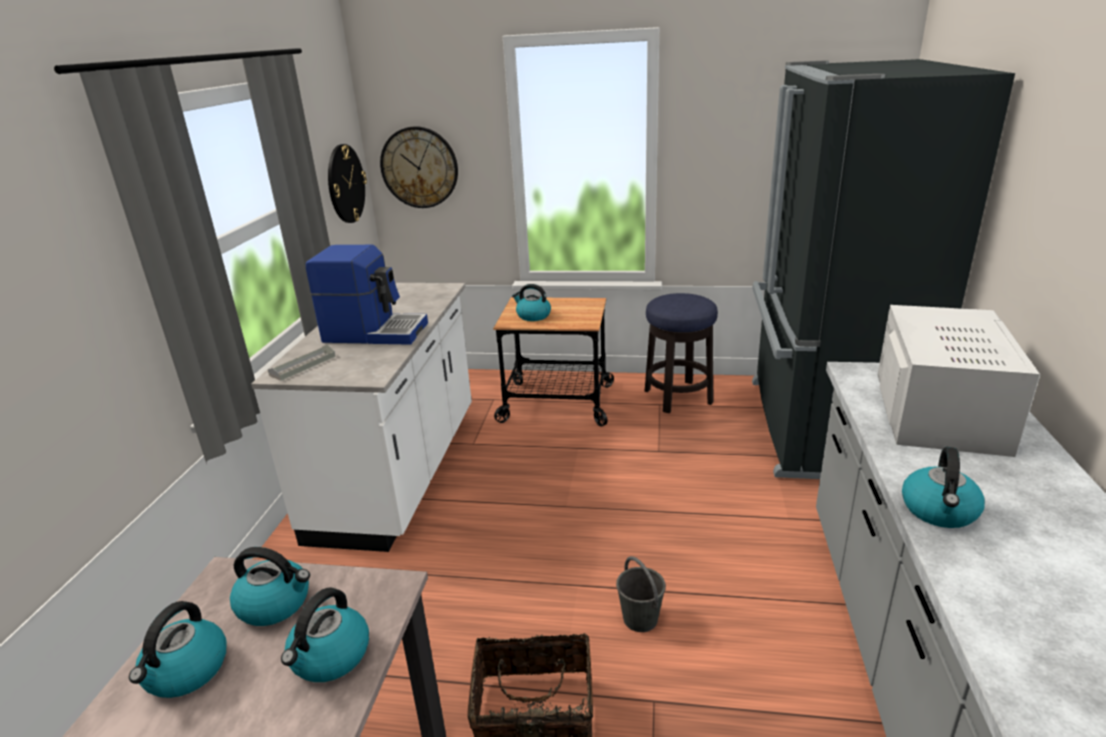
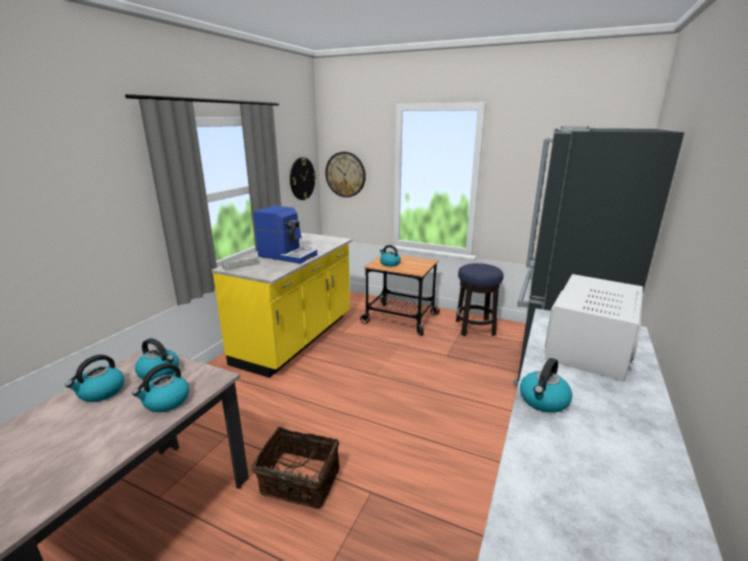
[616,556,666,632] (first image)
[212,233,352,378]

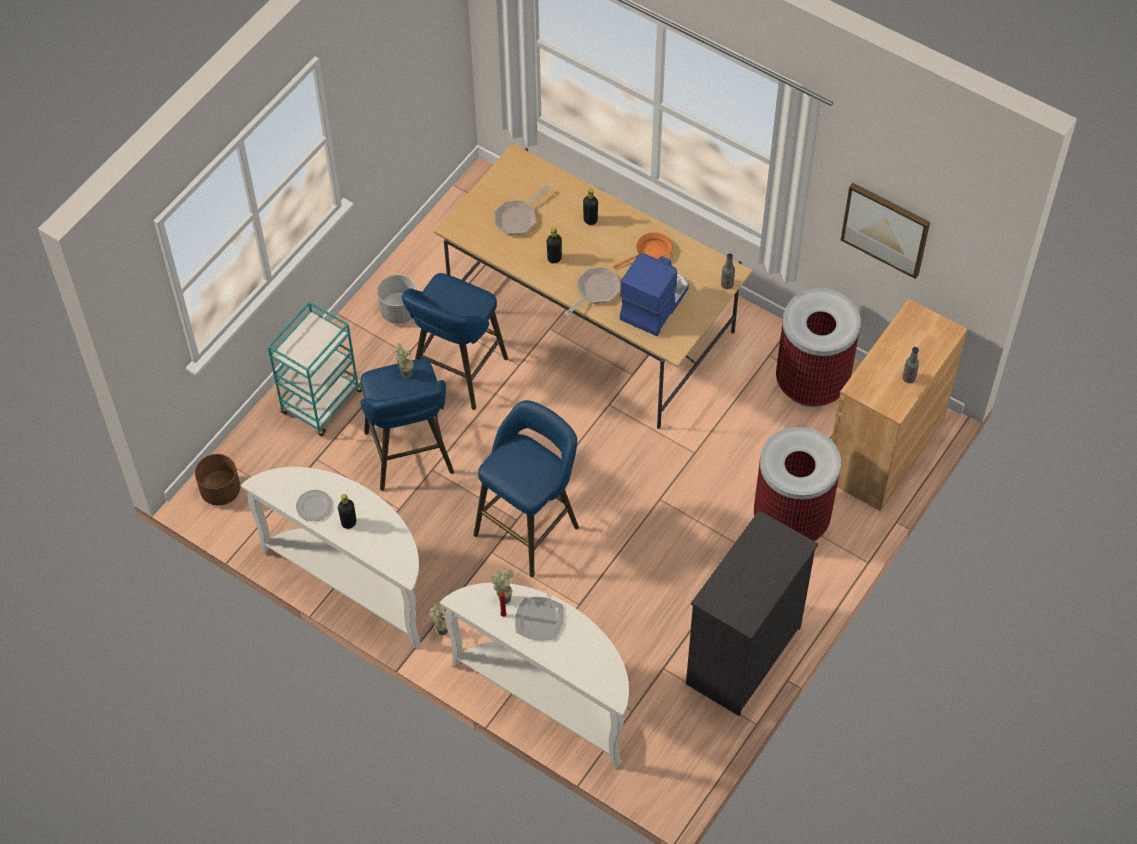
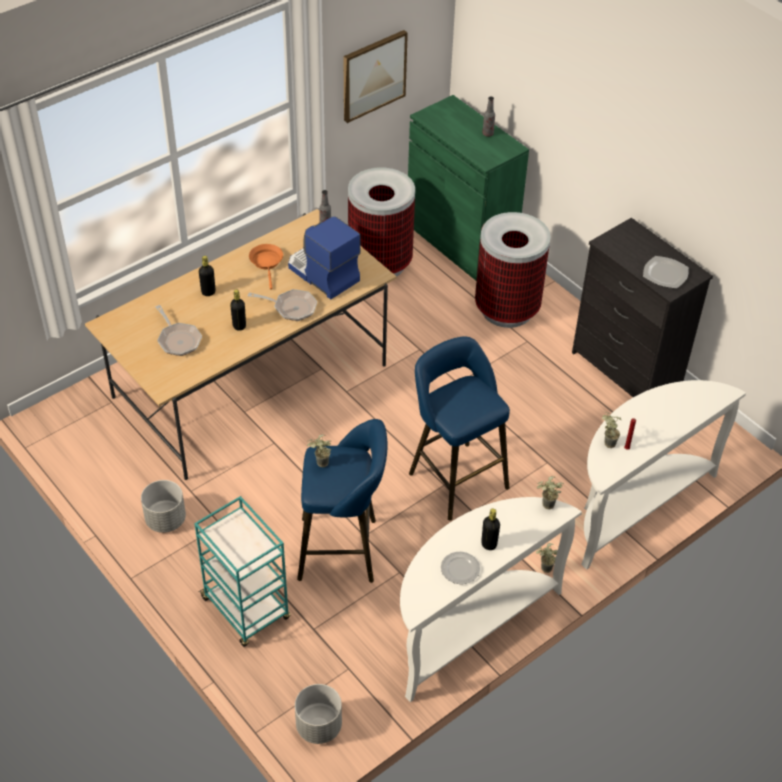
[402,273,508,410] (first image)
[537,476,564,509]
[643,256,689,289]
[295,684,342,744]
[408,95,529,281]
[248,289,318,321]

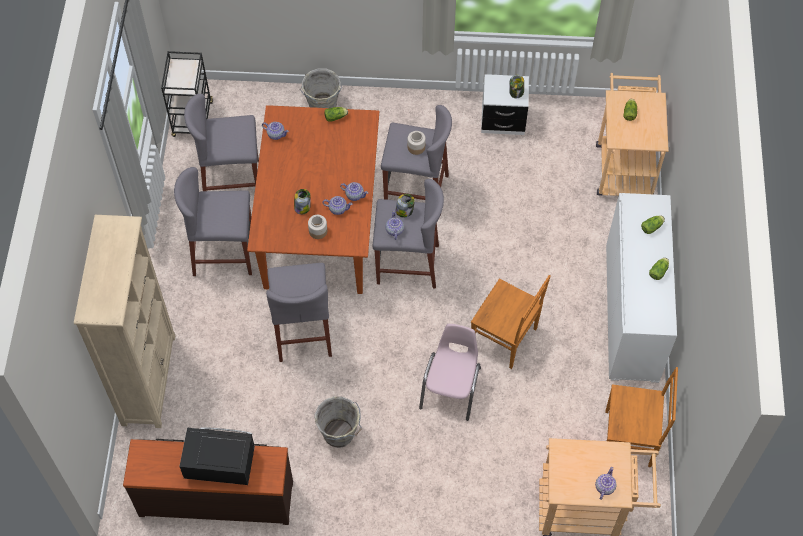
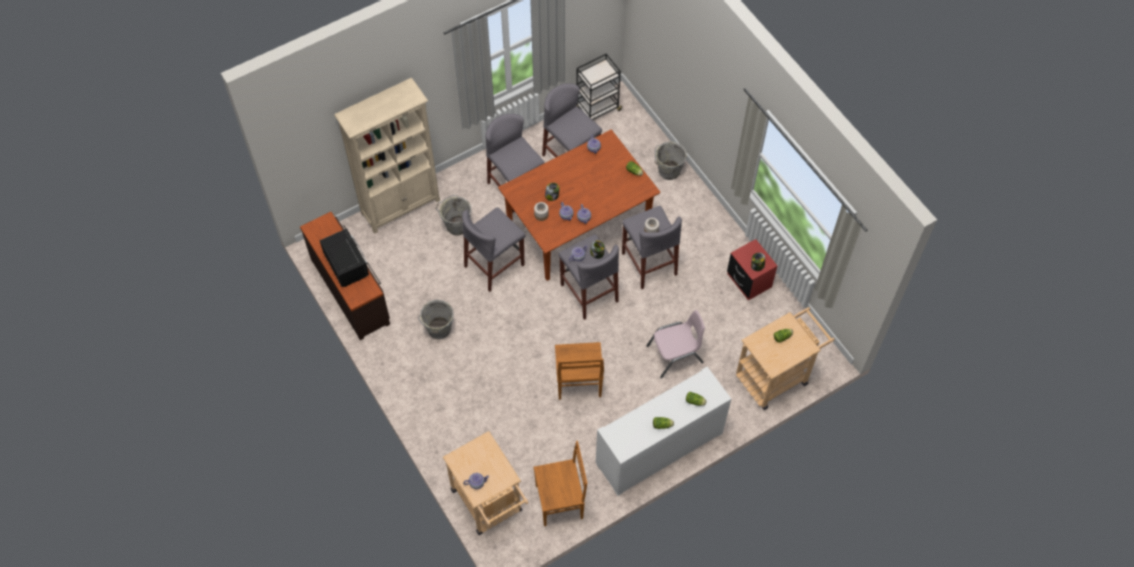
[436,195,471,235]
[646,310,705,378]
[727,239,777,300]
[533,441,587,526]

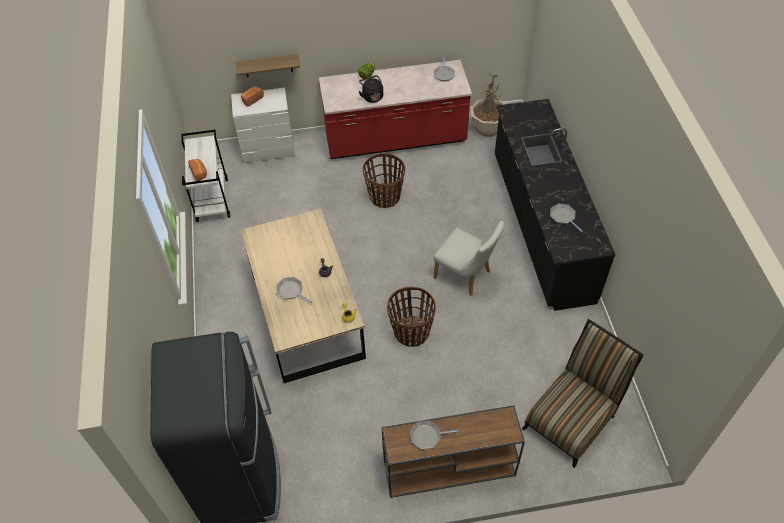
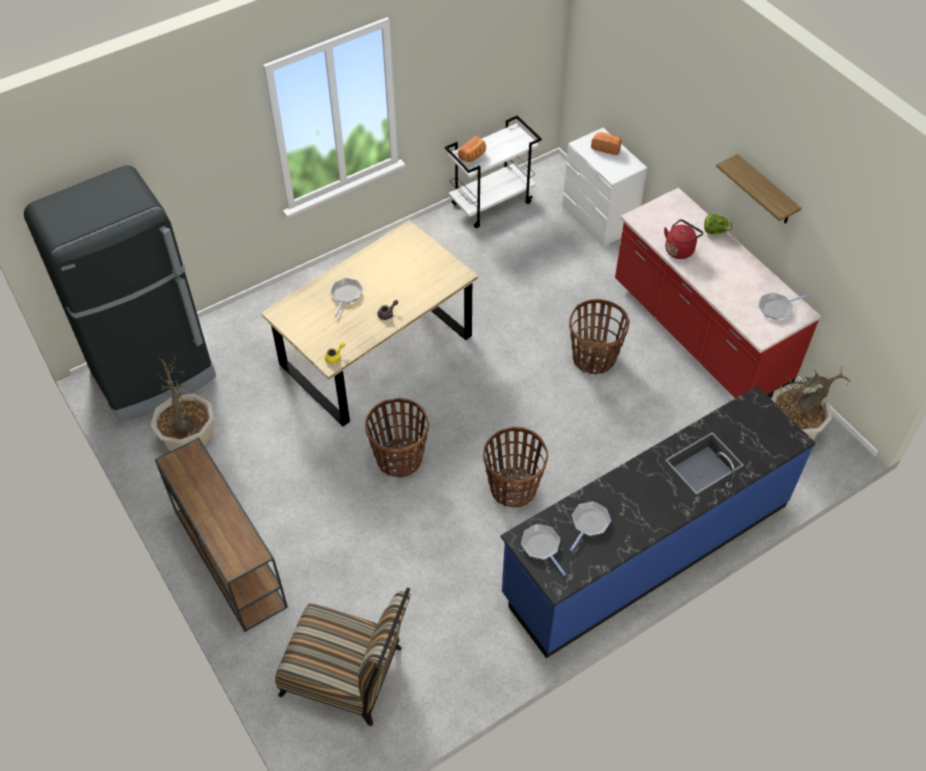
[150,353,214,452]
[716,154,801,224]
[521,524,566,575]
[483,427,548,507]
[664,219,704,259]
[501,386,815,658]

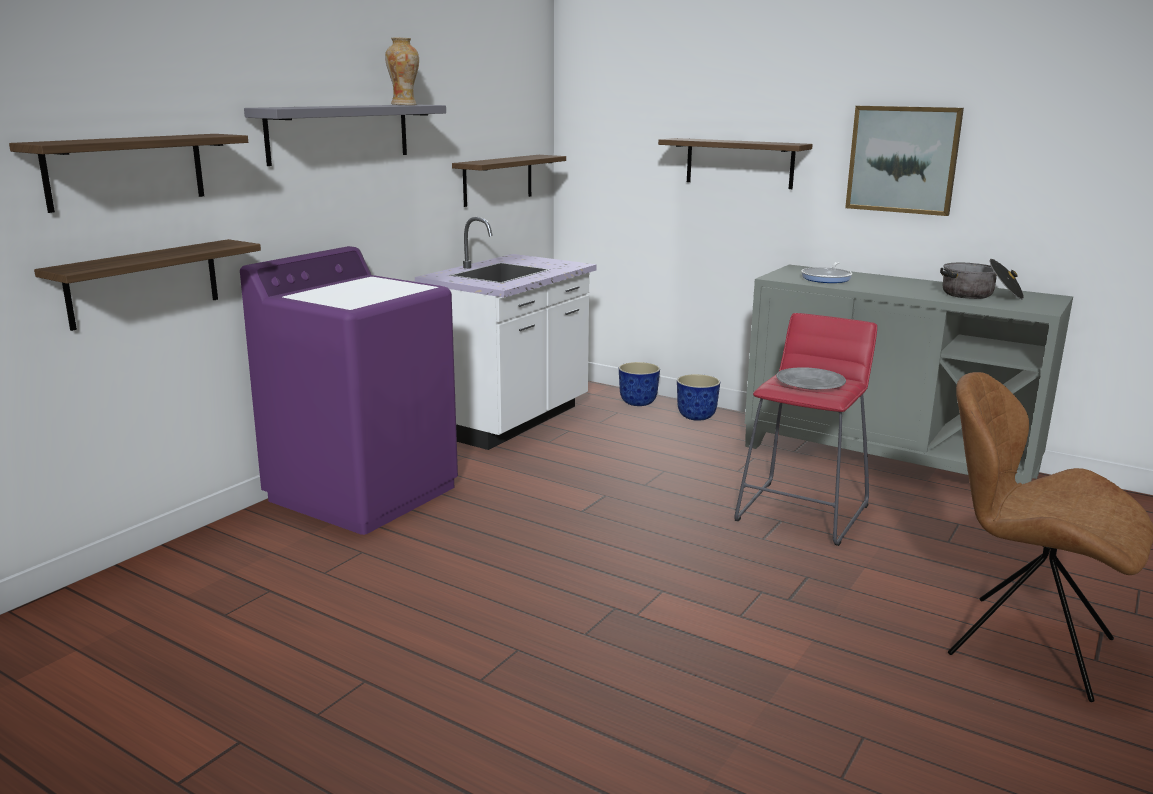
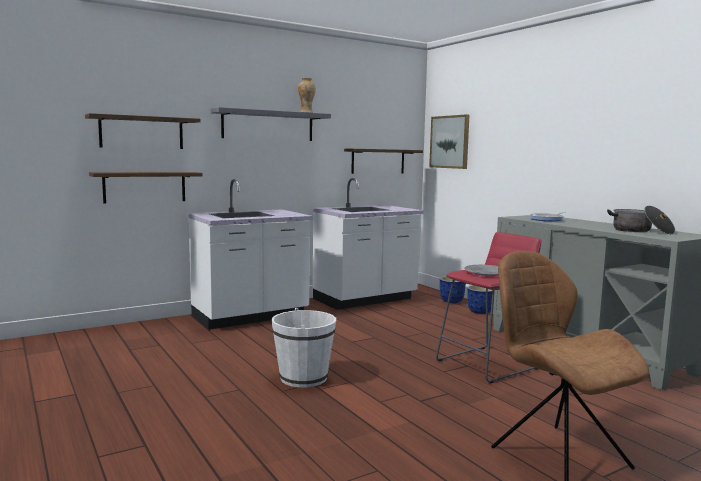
[658,138,813,189] (first image)
[271,308,336,387]
[429,114,469,169]
[187,179,313,330]

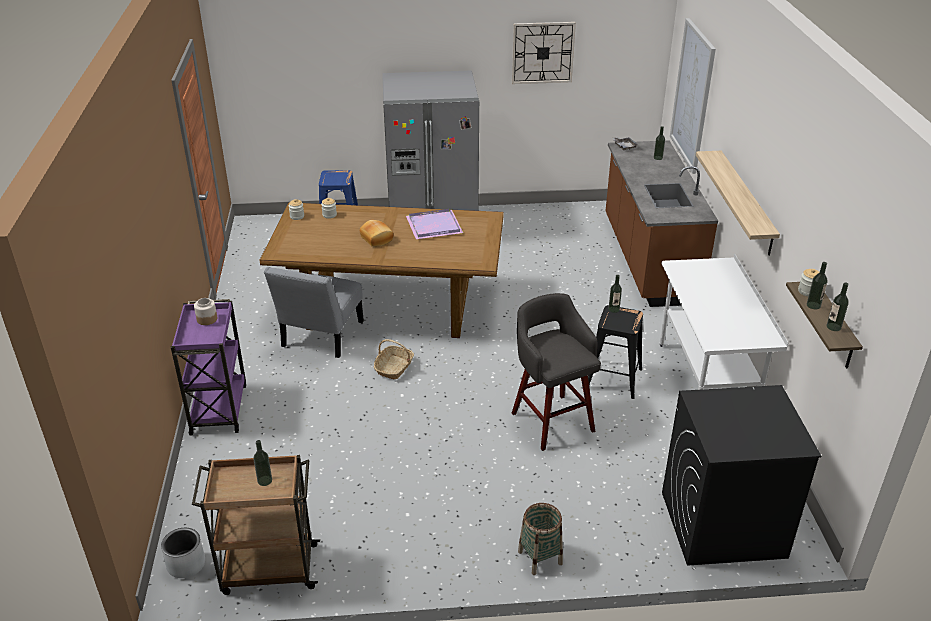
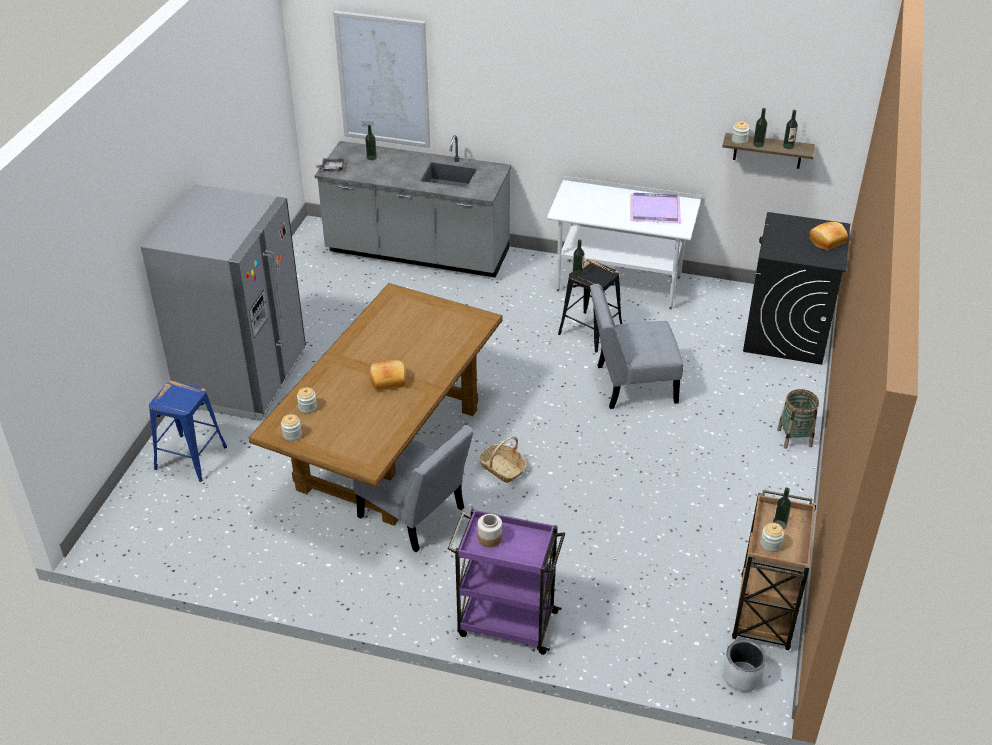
[512,22,576,84] (first image)
[696,151,780,256] (first image)
[760,523,784,552]
[809,222,848,250]
[630,193,681,223]
[590,284,683,409]
[314,135,511,278]

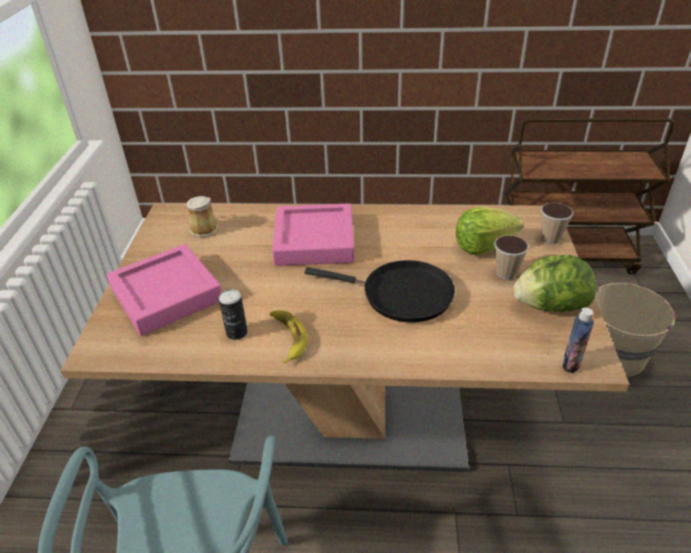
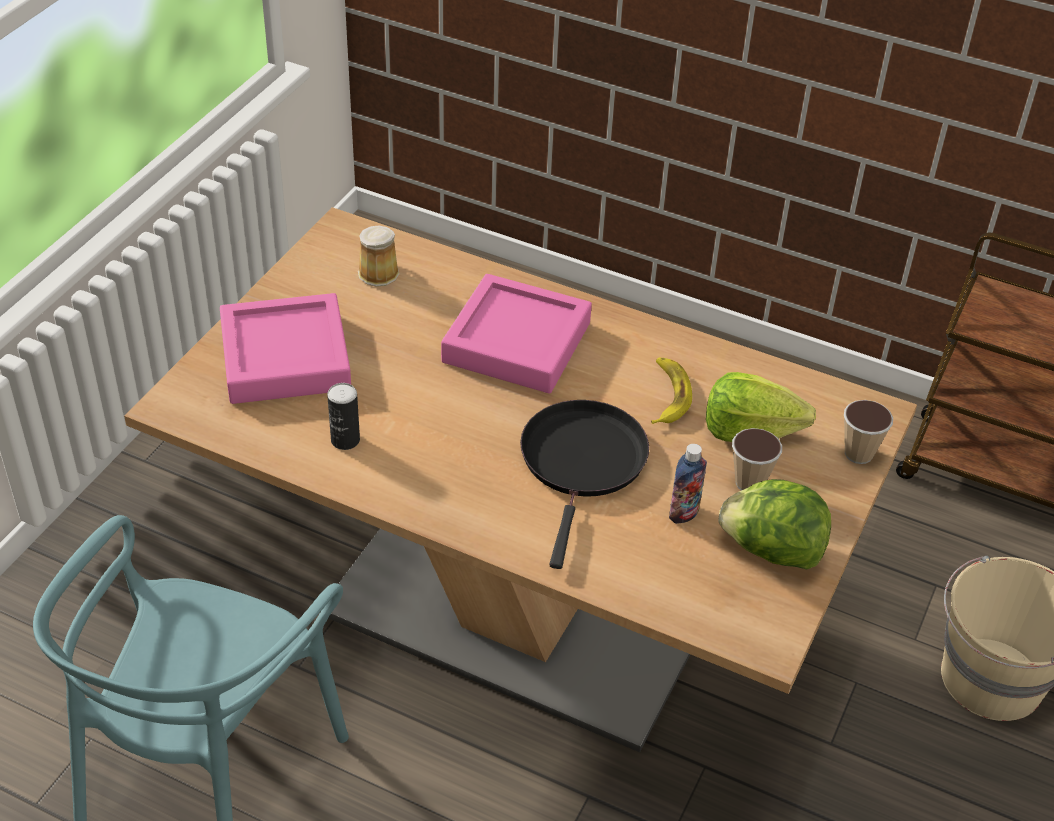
[651,358,692,424]
[669,444,707,524]
[520,400,649,569]

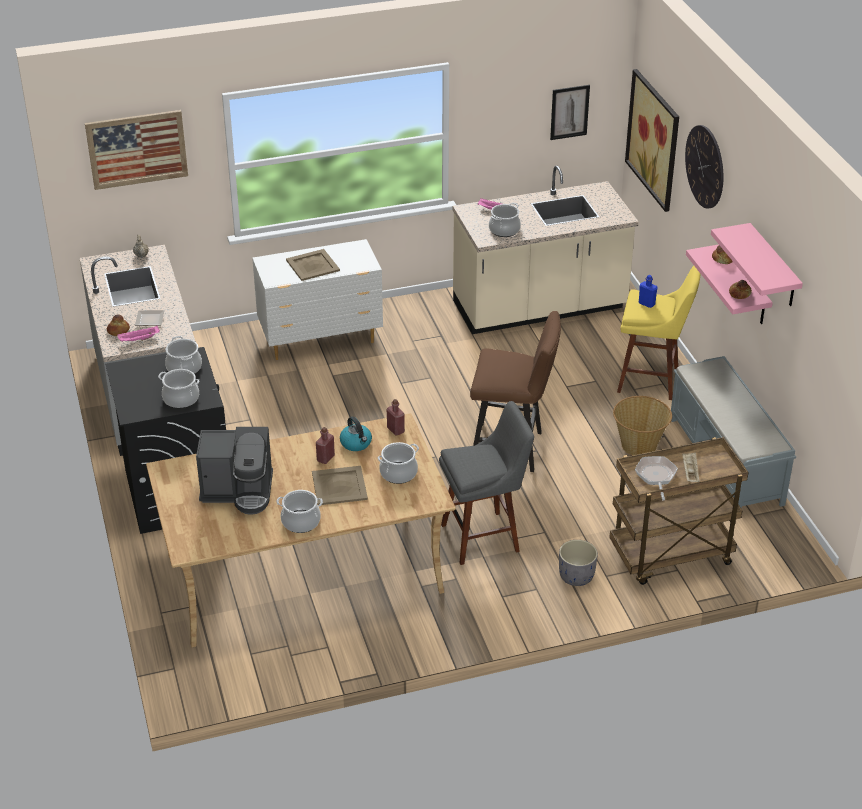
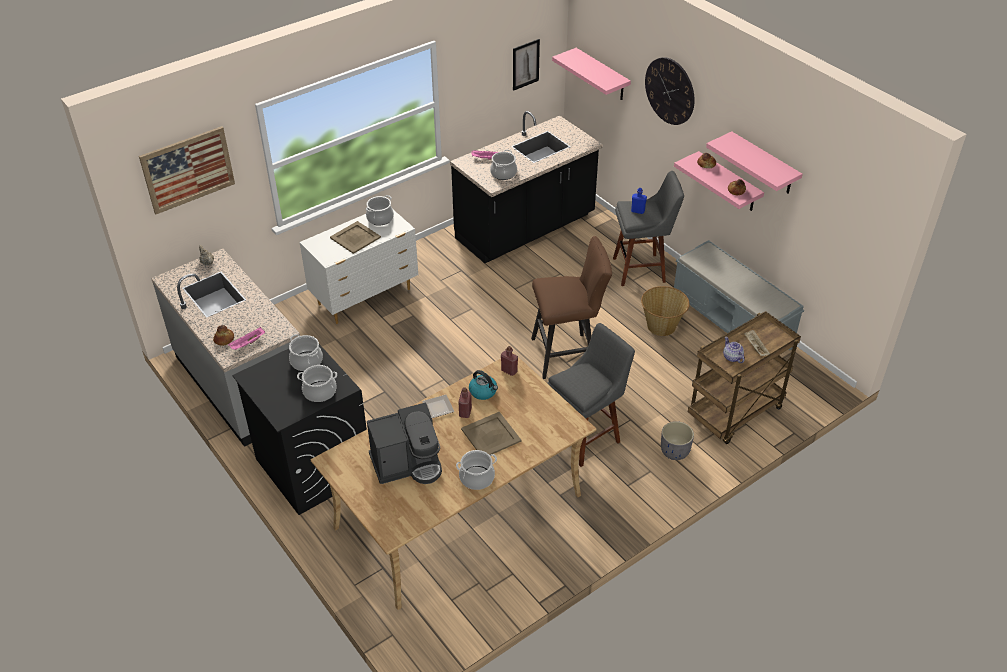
[422,395,454,418]
[366,195,394,226]
[552,48,631,100]
[723,337,745,363]
[450,111,603,263]
[613,171,684,286]

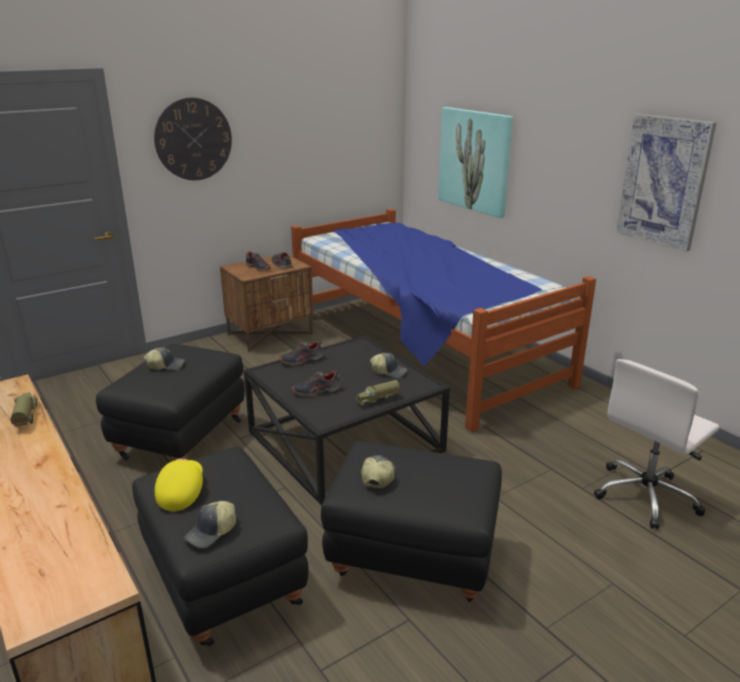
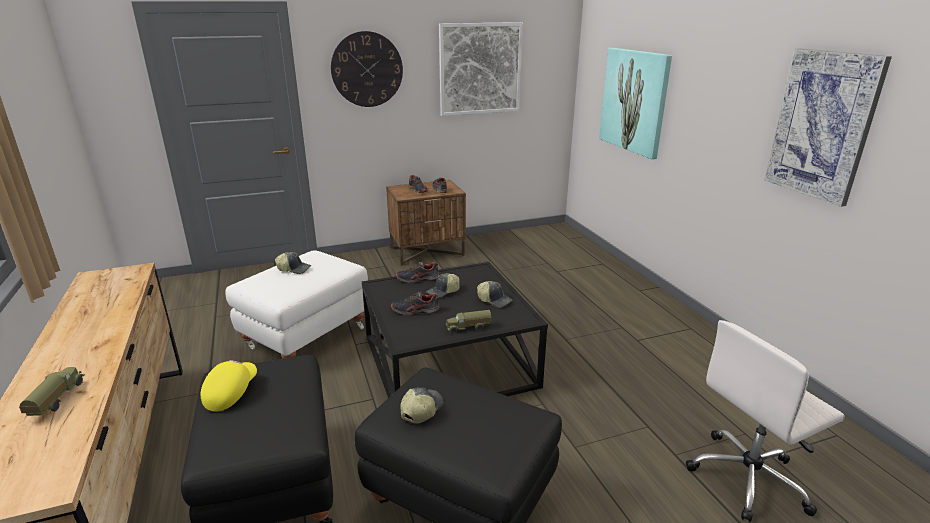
[291,209,596,432] (first image)
[439,22,523,116]
[19,367,85,416]
[426,273,460,298]
[225,250,368,359]

